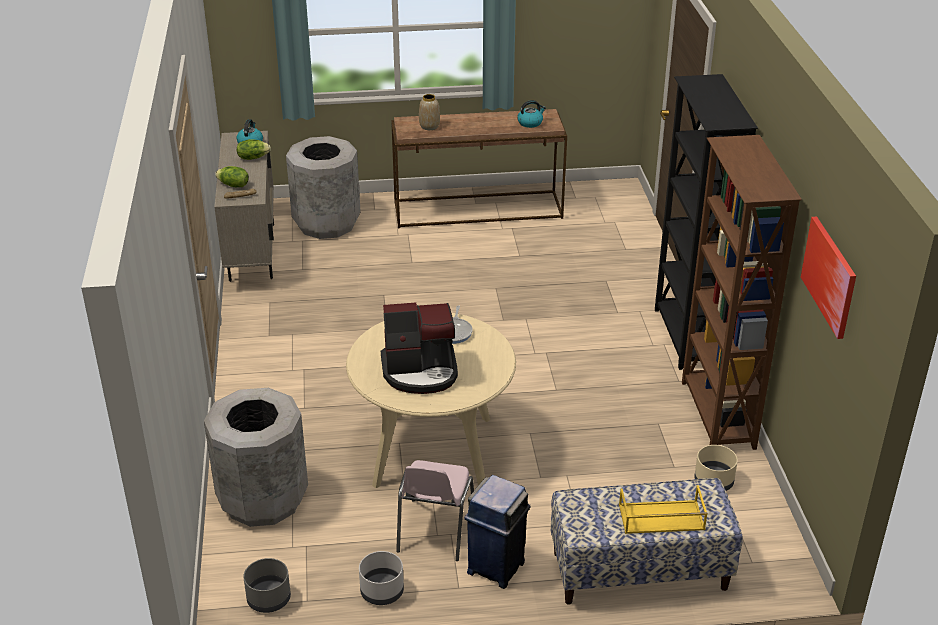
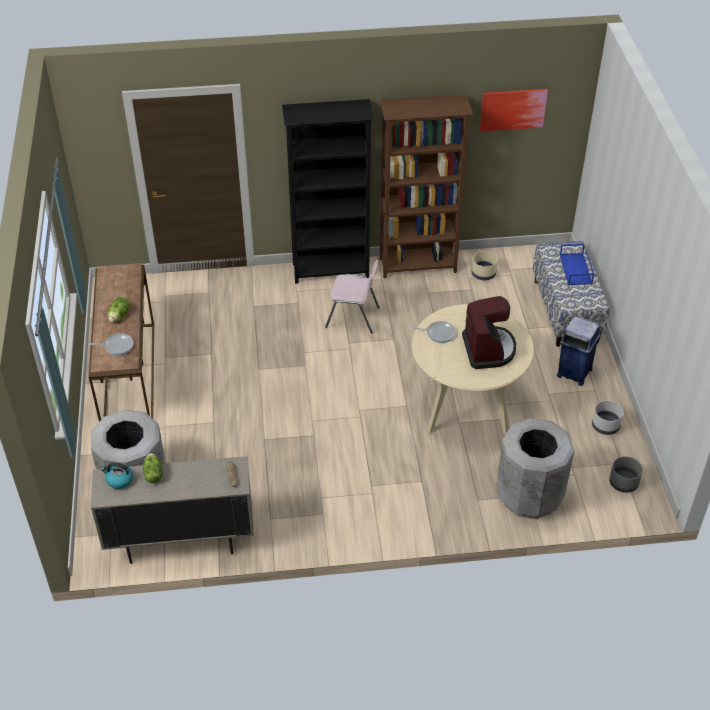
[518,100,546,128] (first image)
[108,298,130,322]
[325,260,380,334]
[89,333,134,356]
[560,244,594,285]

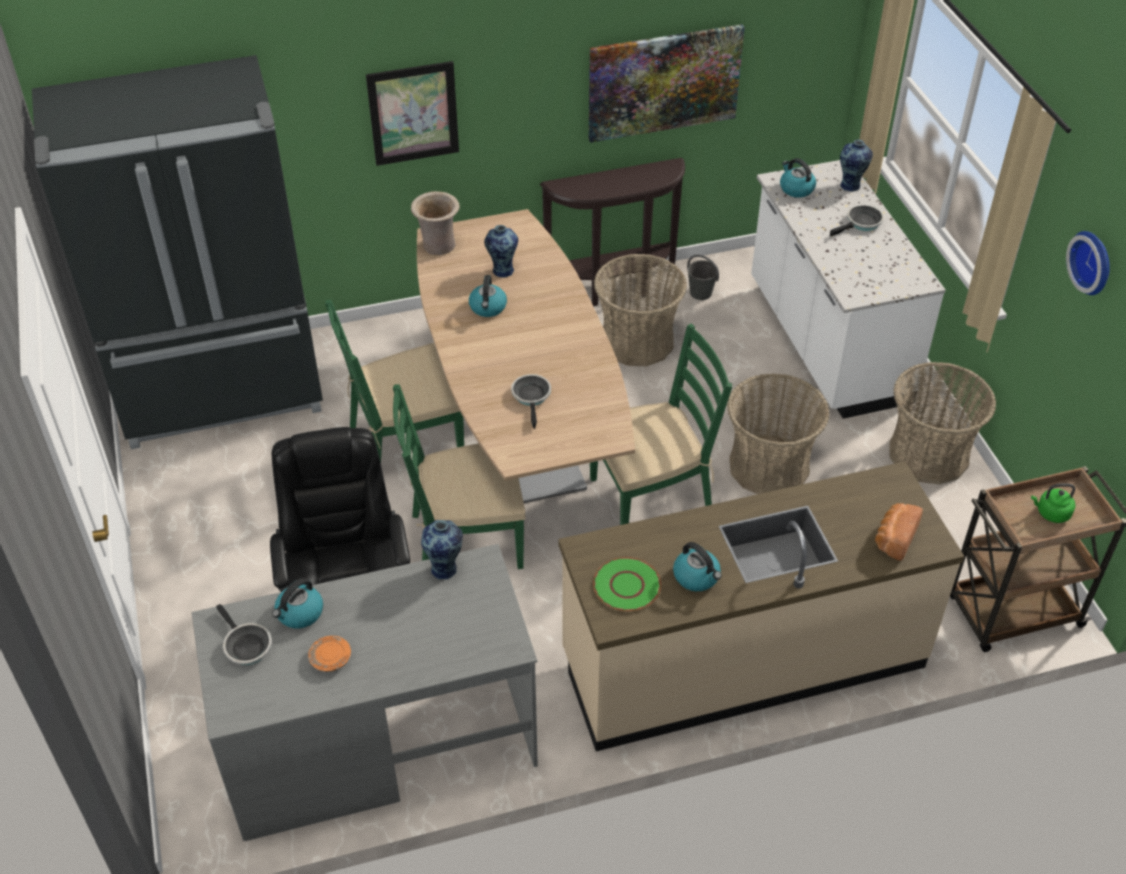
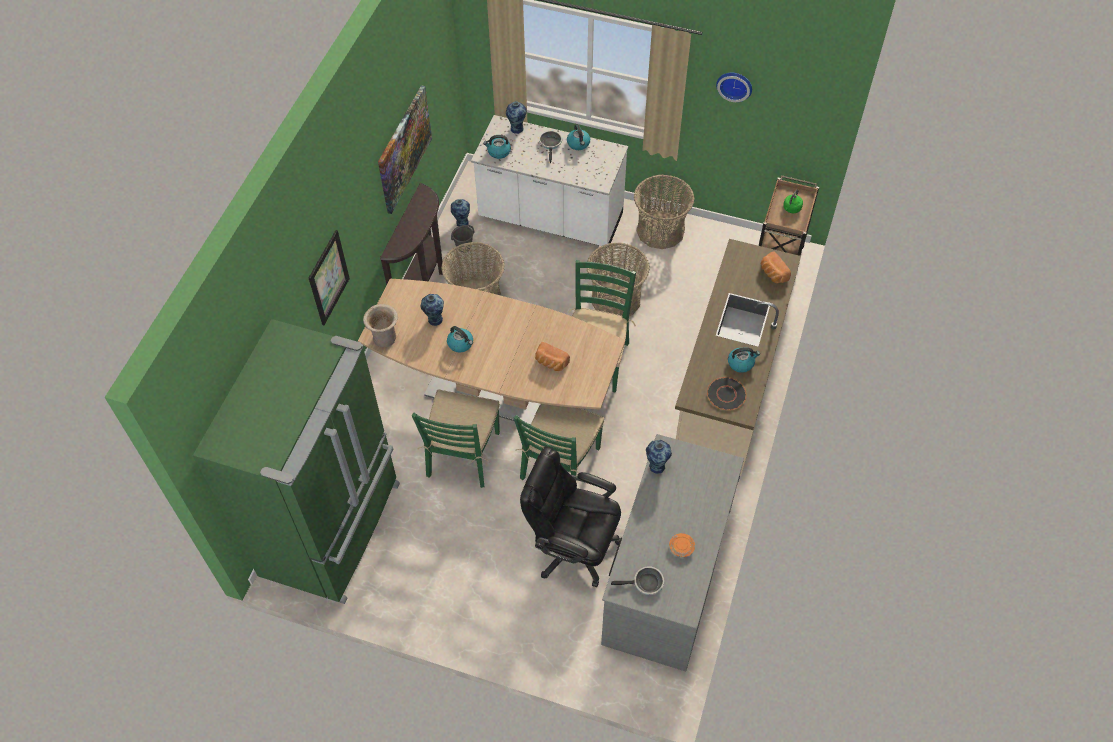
[451,199,470,226]
[567,124,590,150]
[535,342,570,371]
[193,319,400,604]
[707,377,747,410]

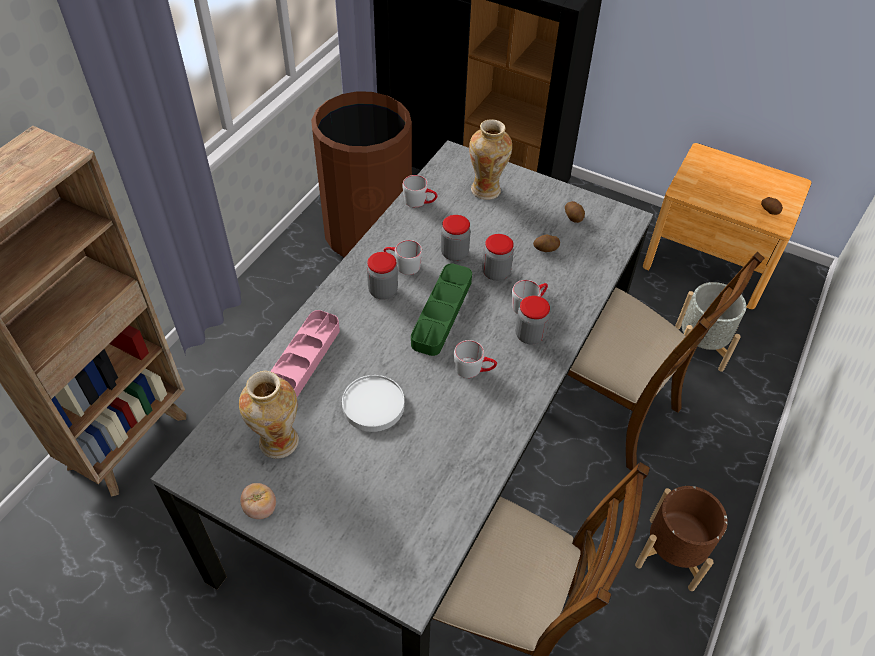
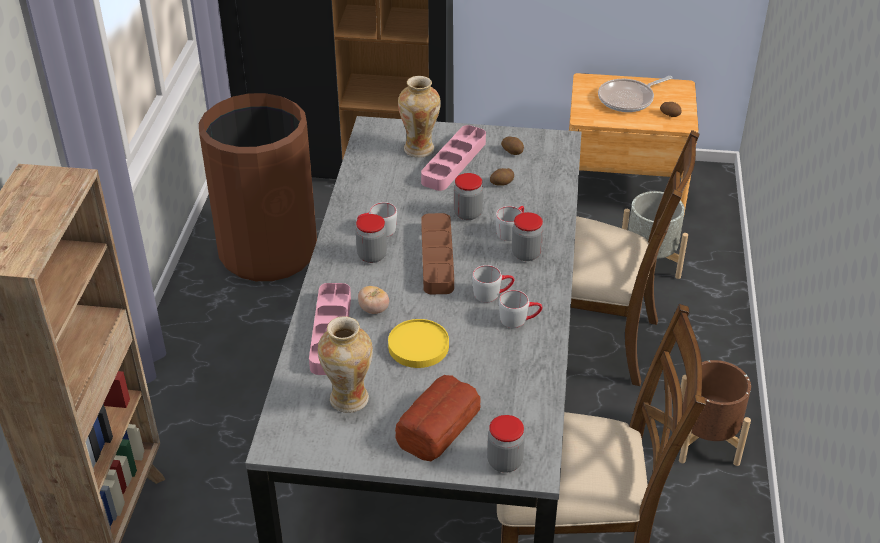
[395,375,481,461]
[421,125,486,191]
[598,76,673,112]
[358,286,389,314]
[499,290,542,328]
[487,415,525,473]
[388,319,449,368]
[421,213,454,294]

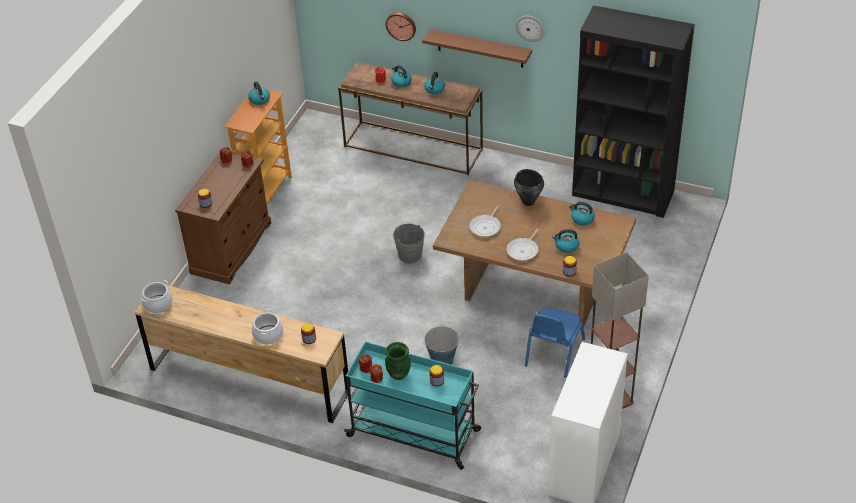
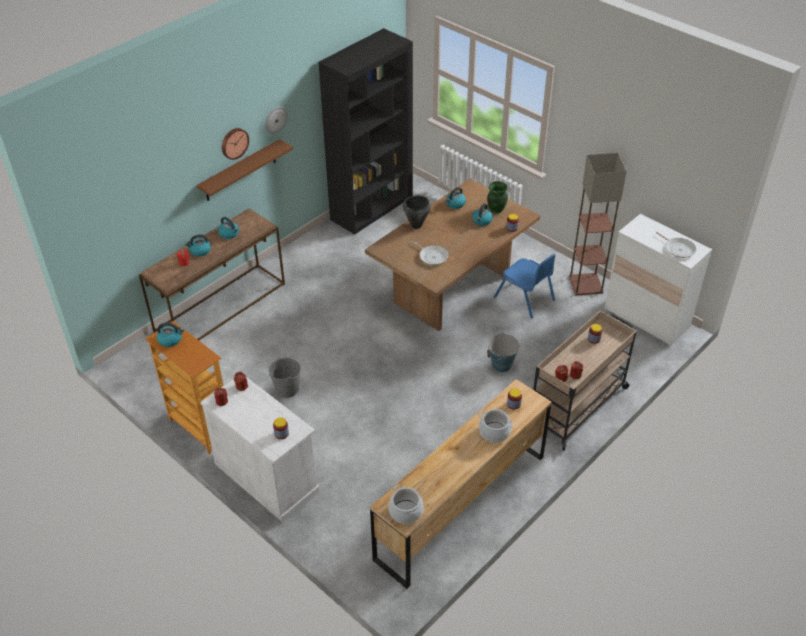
[487,181,508,213]
[222,128,249,160]
[269,358,301,398]
[656,232,696,258]
[200,377,320,522]
[533,310,637,451]

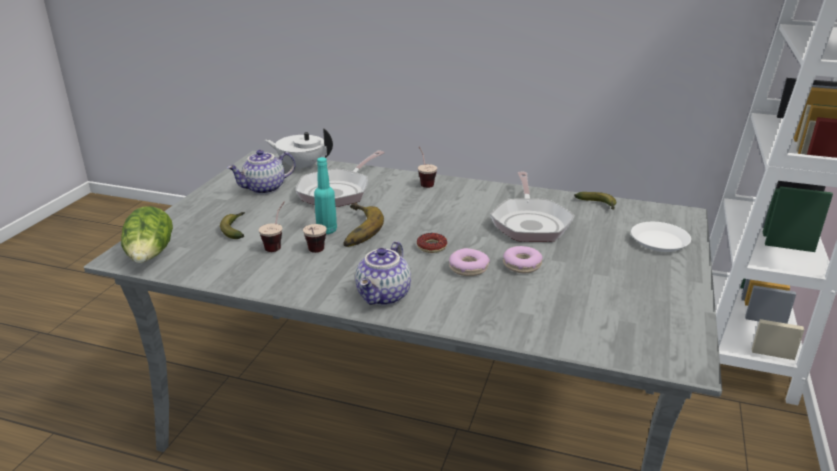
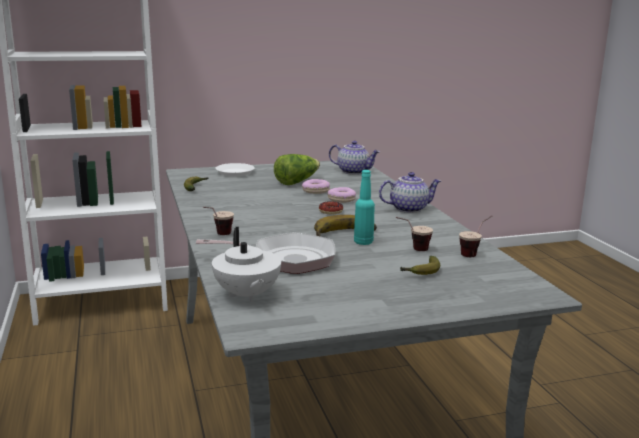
[490,172,575,242] (first image)
[274,154,320,185]
[329,141,380,174]
[459,215,492,257]

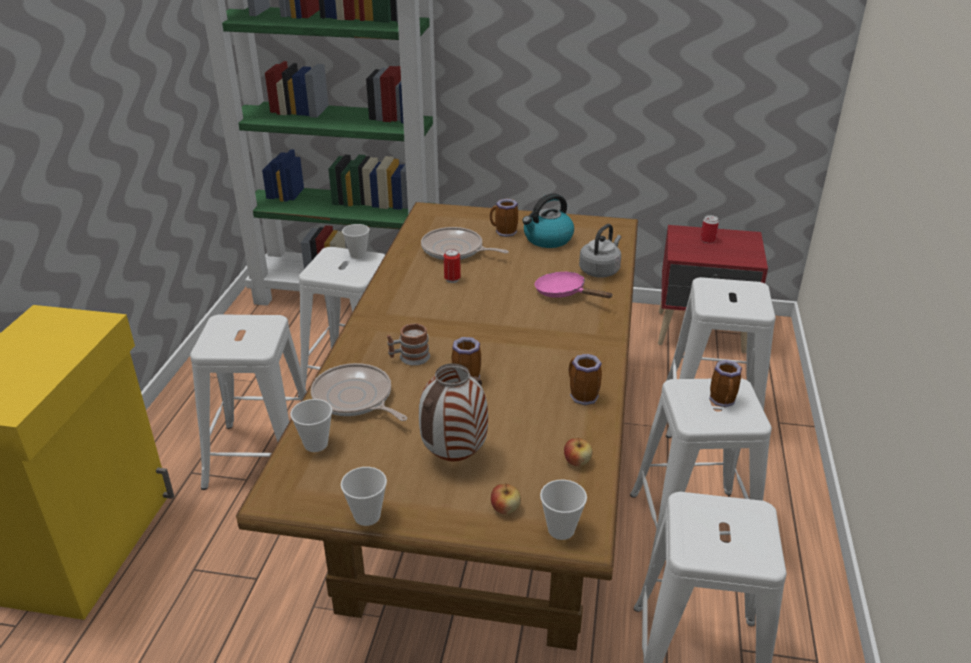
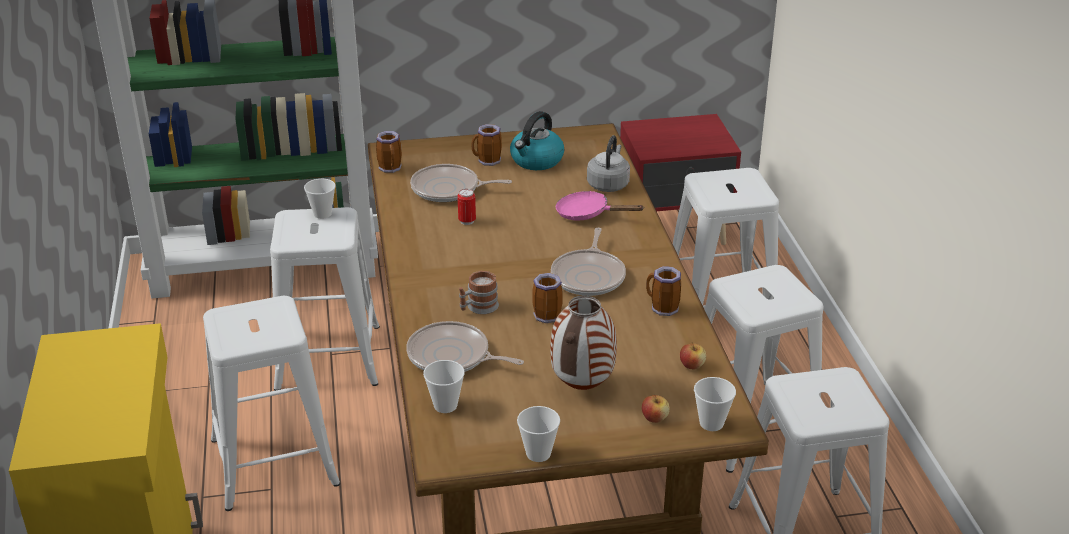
[700,215,719,243] (first image)
[551,228,626,296]
[376,131,402,173]

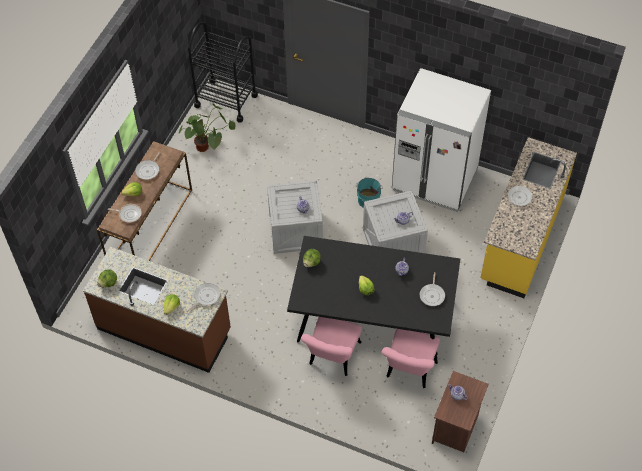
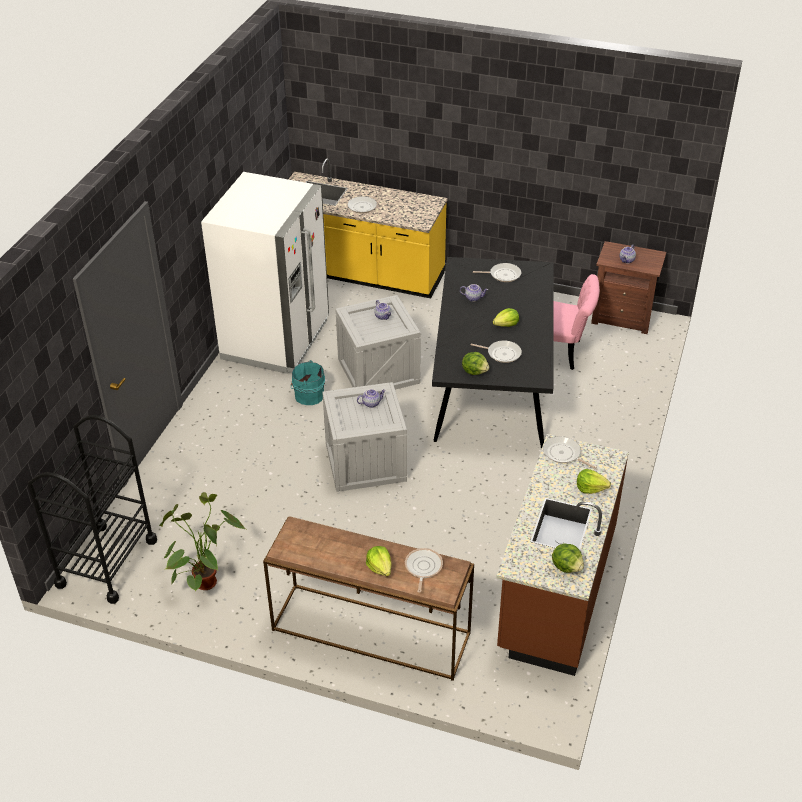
[301,317,362,376] (first image)
[471,340,522,363]

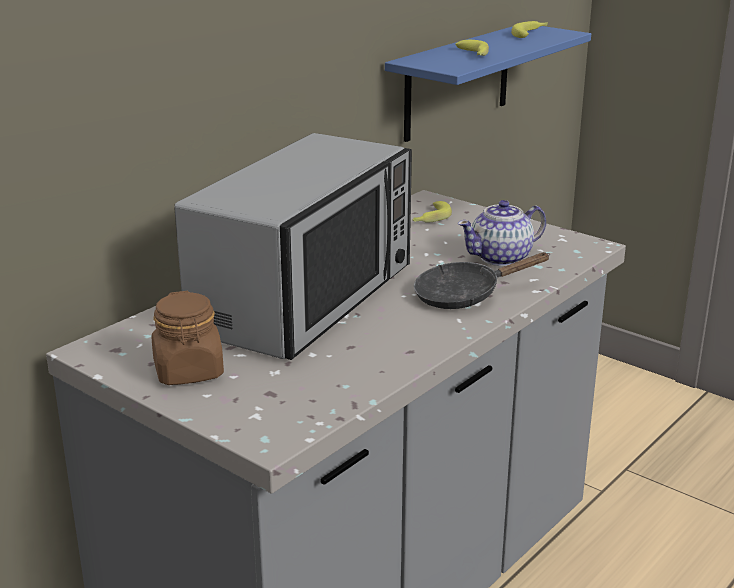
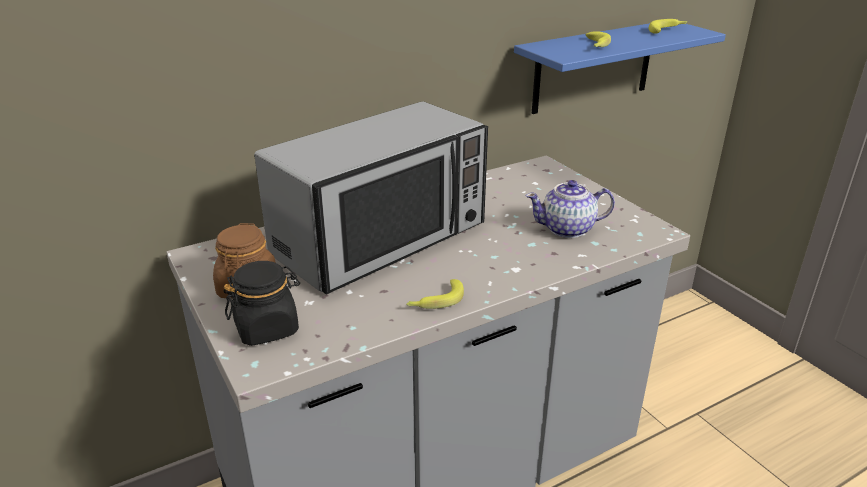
[414,252,550,309] (first image)
[224,261,300,346]
[406,279,464,309]

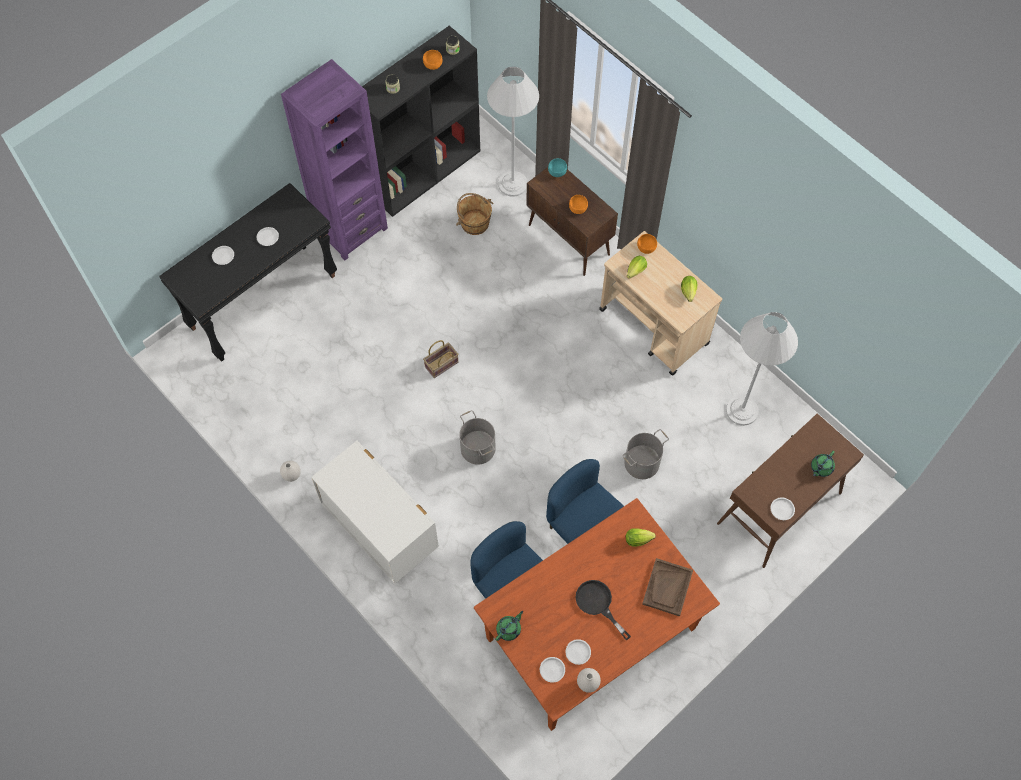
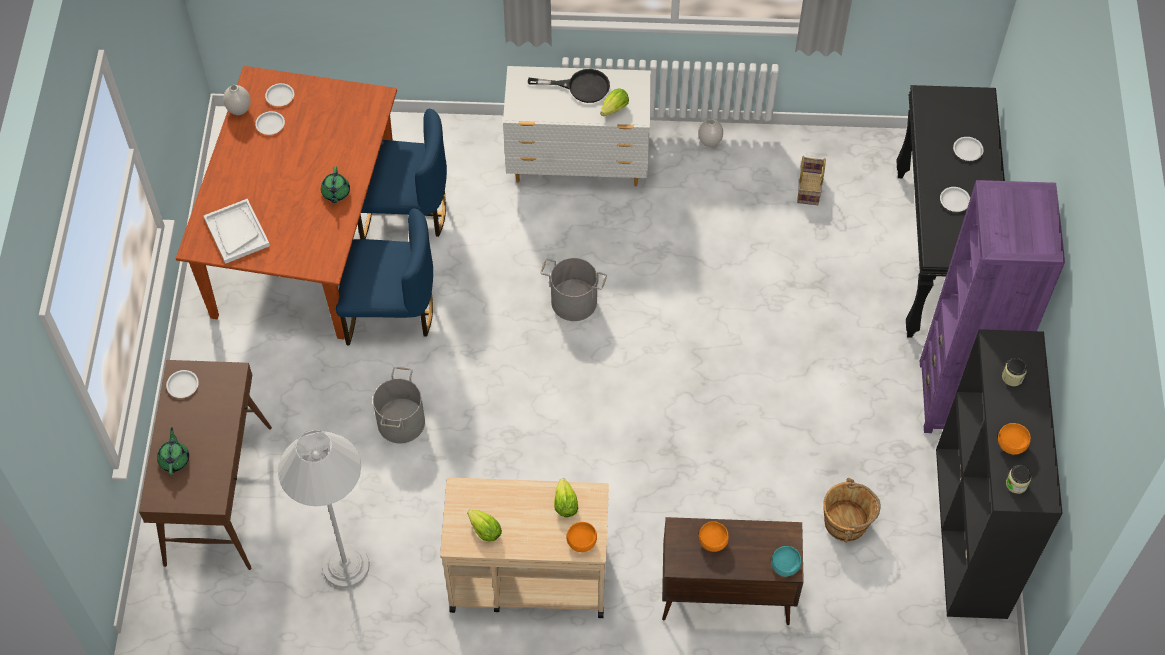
[487,67,539,197] (first image)
[797,156,826,205]
[321,166,350,203]
[528,69,610,103]
[600,88,629,116]
[204,199,270,264]

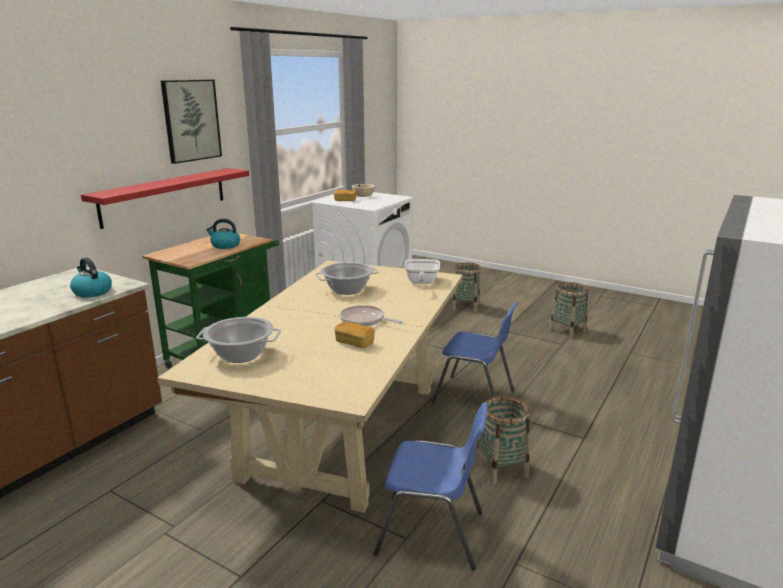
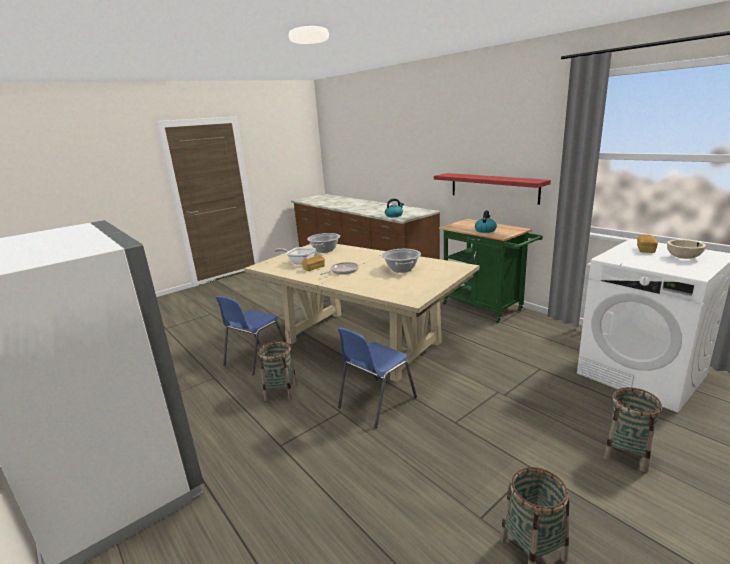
[161,80,222,164] (first image)
[275,247,316,265]

